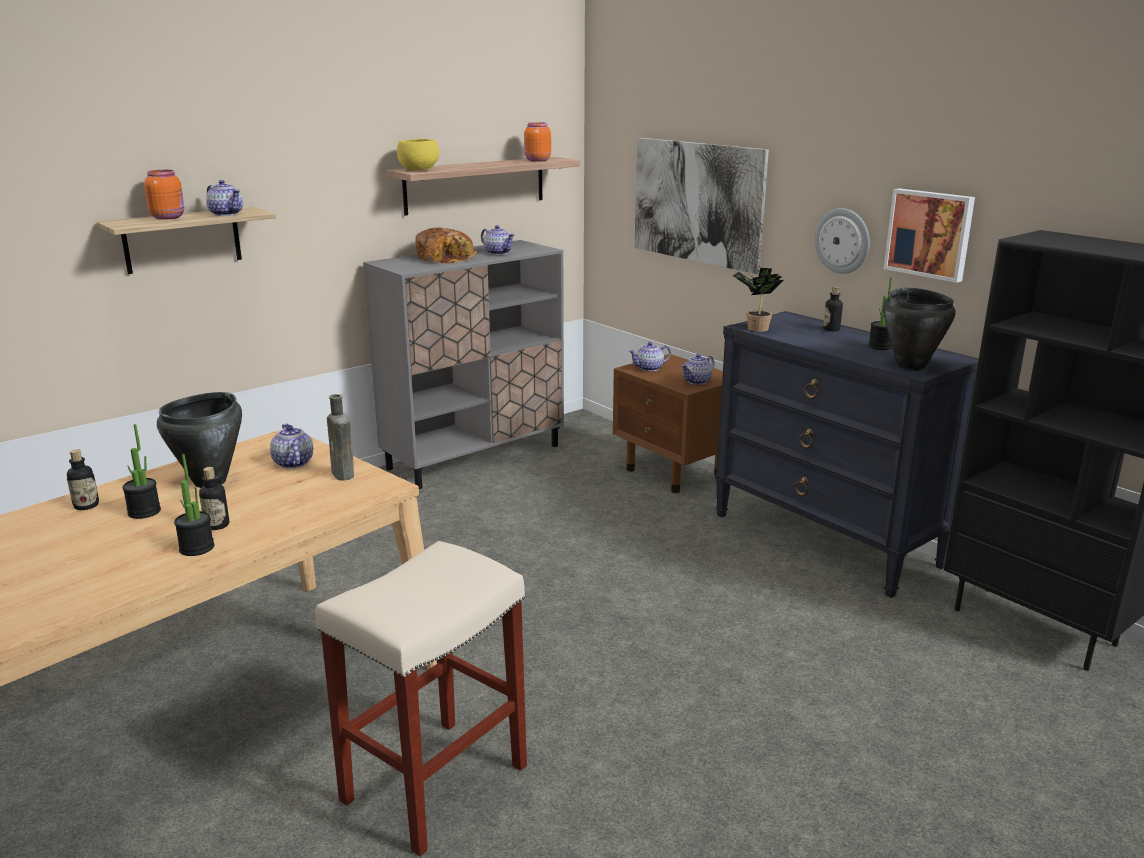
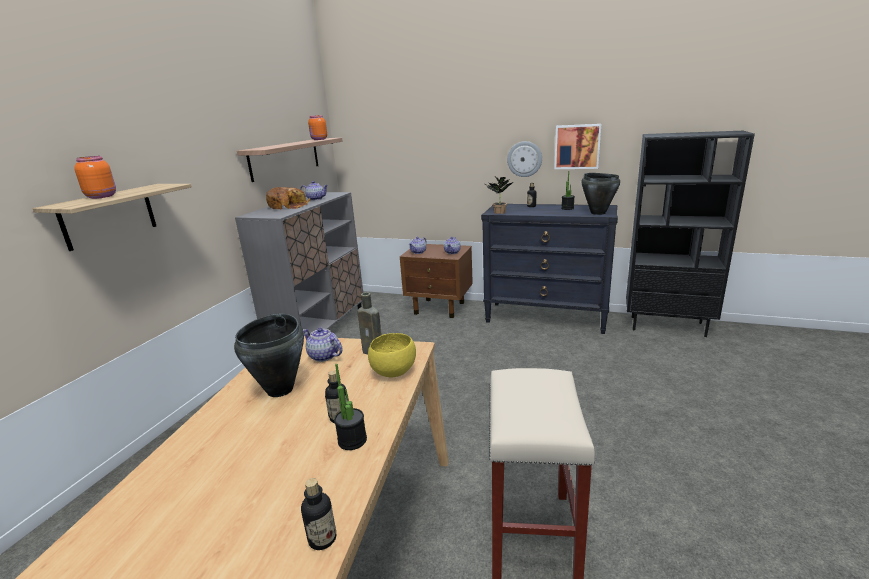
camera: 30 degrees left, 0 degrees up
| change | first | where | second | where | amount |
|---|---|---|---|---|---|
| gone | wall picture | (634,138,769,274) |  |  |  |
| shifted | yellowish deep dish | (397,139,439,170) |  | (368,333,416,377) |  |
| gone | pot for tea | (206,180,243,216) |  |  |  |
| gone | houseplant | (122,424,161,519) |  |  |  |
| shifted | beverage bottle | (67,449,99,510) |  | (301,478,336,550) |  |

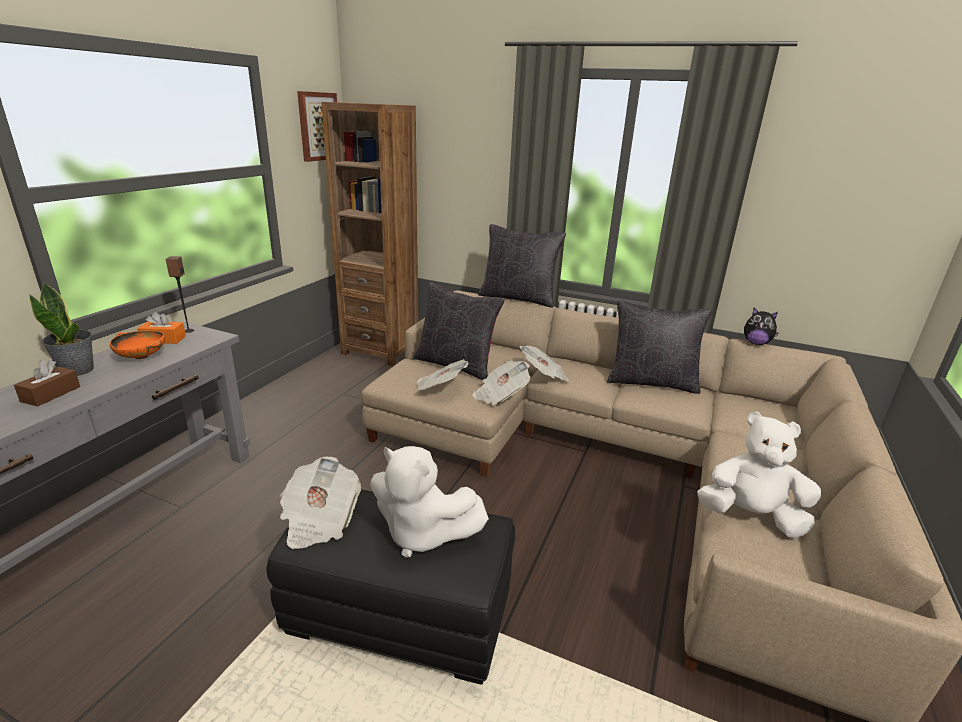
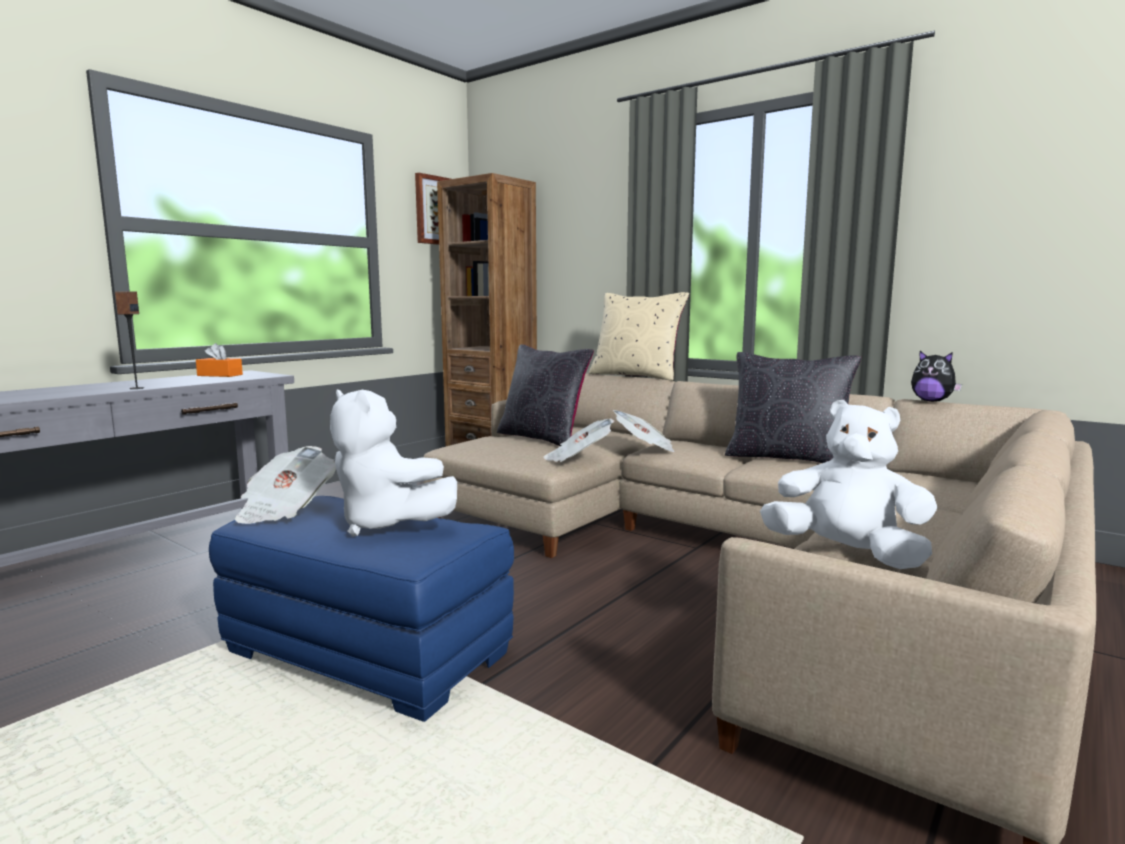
camera: 15 degrees right, 15 degrees down
| change | first | where | second | where | amount |
|---|---|---|---|---|---|
| repainted | black cushion | (478,224,566,308) | beige-coloured cushion | (589,292,689,381) |  |
| shifted | speaker | (166,256,194,333) |  | (115,291,144,389) |  |
| gone | houseplant | (29,283,94,376) |  |  |  |
| gone | orangey deep dish | (110,331,165,359) |  |  |  |
| gone | daily paper | (417,359,468,392) |  |  |  |
| gone | brown box of tissues | (14,360,80,407) |  |  |  |
| repainted | black ottoman | (266,489,515,685) | bluish ottoman | (209,496,514,722) |  |

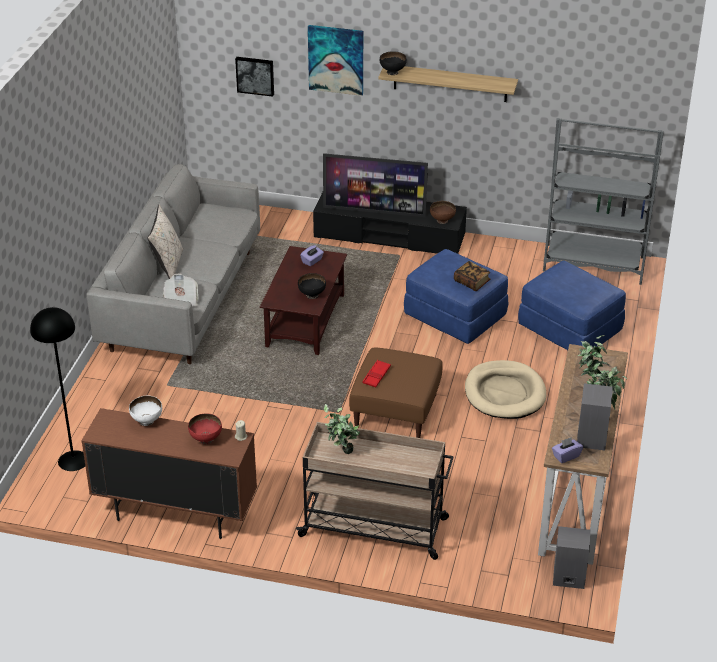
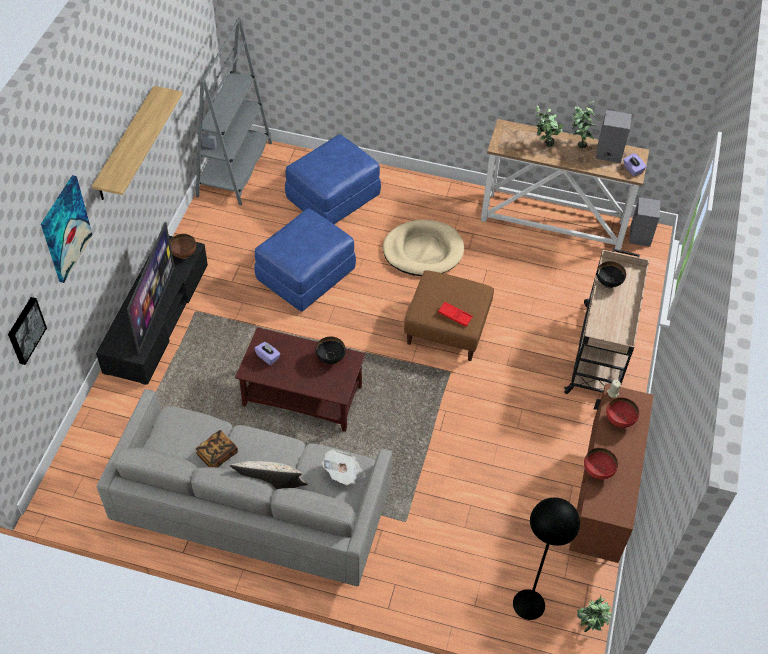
camera: 90 degrees left, 15 degrees up
| change | first | where | second | where | amount |
|---|---|---|---|---|---|
| shifted | black deep dish | (380,51,407,75) |  | (596,261,626,288) |  |
| shifted | book | (454,261,490,291) |  | (195,430,238,468) |  |
| repainted | whitish deep dish | (129,396,162,426) | red deep dish | (584,448,618,479) |  |
| shifted | houseplant | (324,404,360,454) |  | (577,595,612,632) |  |

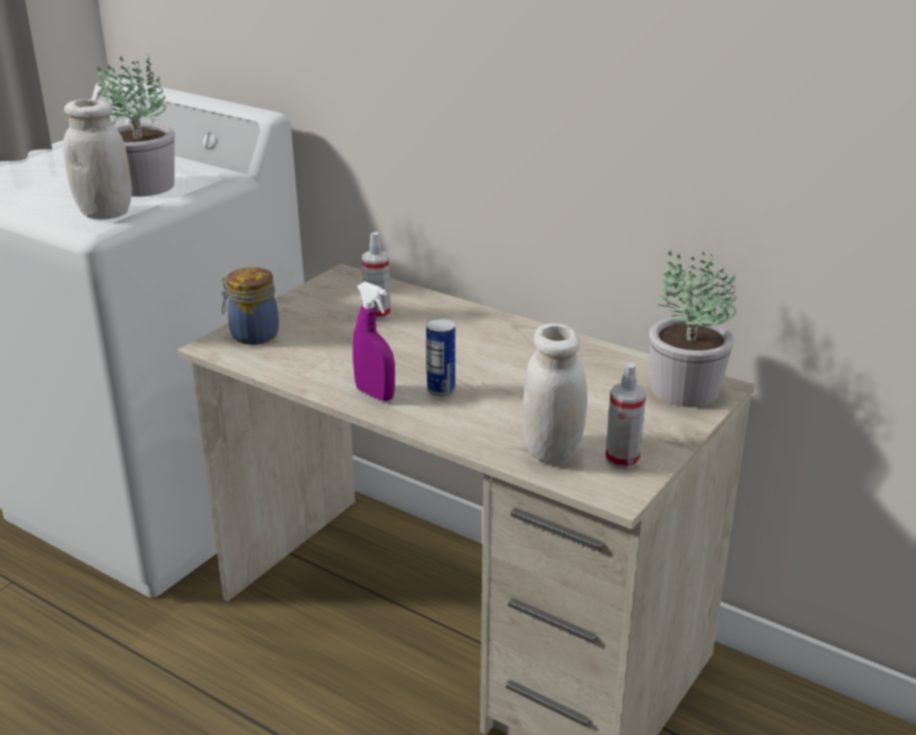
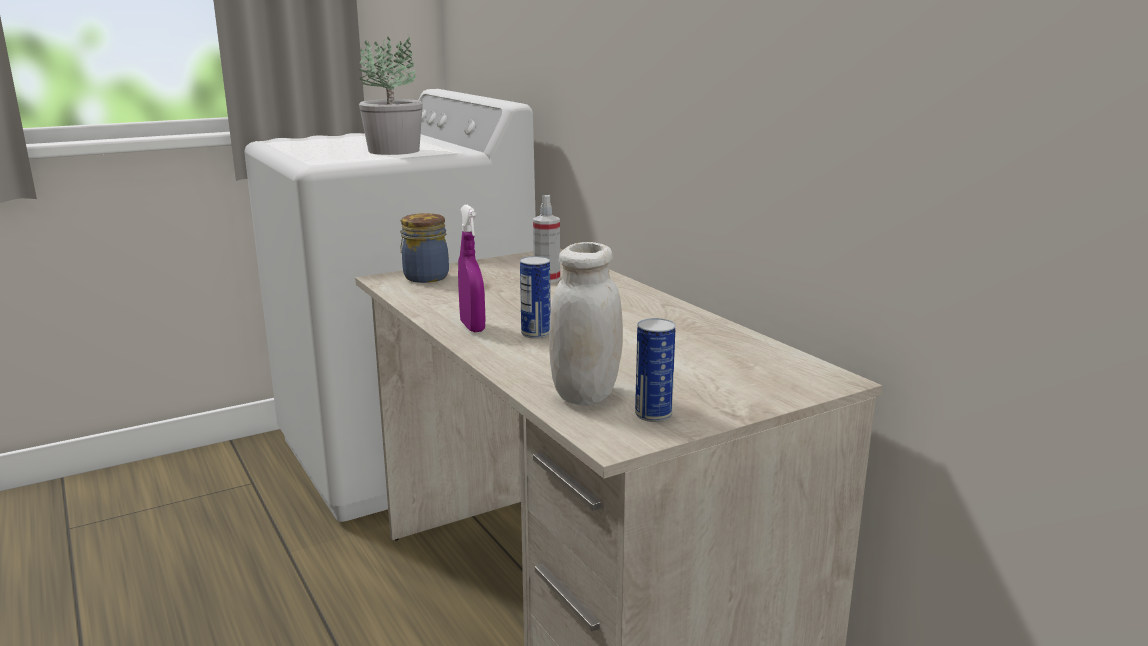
camera: 25 degrees right, 10 degrees down
| change | first | where | second | where | amount |
|---|---|---|---|---|---|
| gone | whitish storage jar | (63,99,132,220) |  |  |  |
| gone | houseplant | (649,250,737,407) |  |  |  |
| swapped | sprayer | (605,362,646,469) | can | (635,318,676,422) |  |

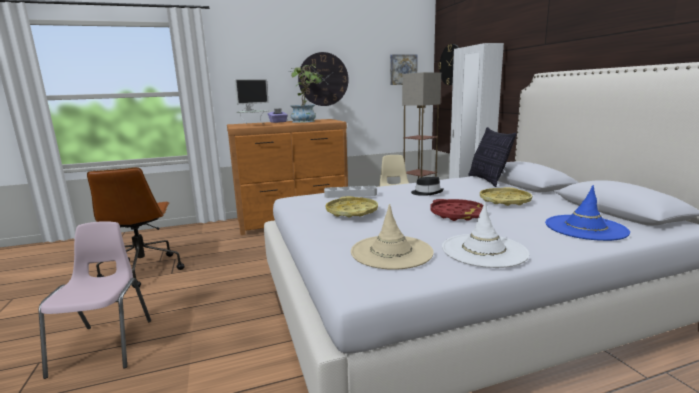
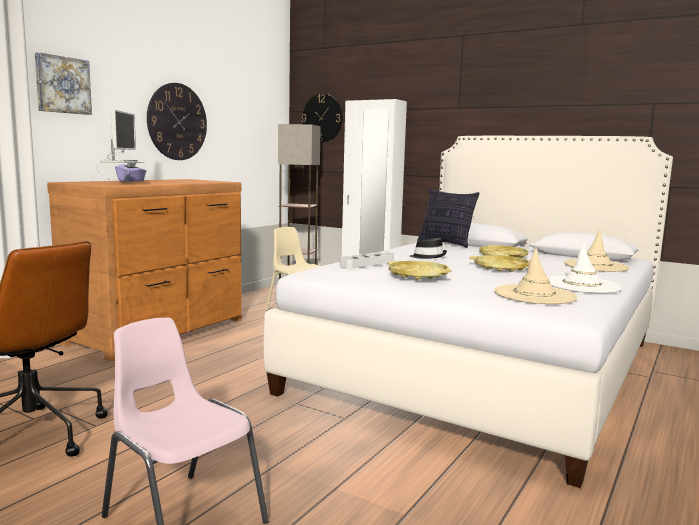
camera: 40 degrees left, 5 degrees down
| change | first | where | second | where | amount |
|---|---|---|---|---|---|
| shifted | wall picture | (390,54,418,85) |  | (35,52,92,115) |  |
| gone | houseplant | (290,64,324,123) |  |  |  |
| repainted | bluish hat | (545,185,630,241) | beige-coloured hat | (564,229,630,272) |  |
| repainted | red carrying tray | (430,199,483,221) | yellowish carrying tray | (469,255,530,272) |  |

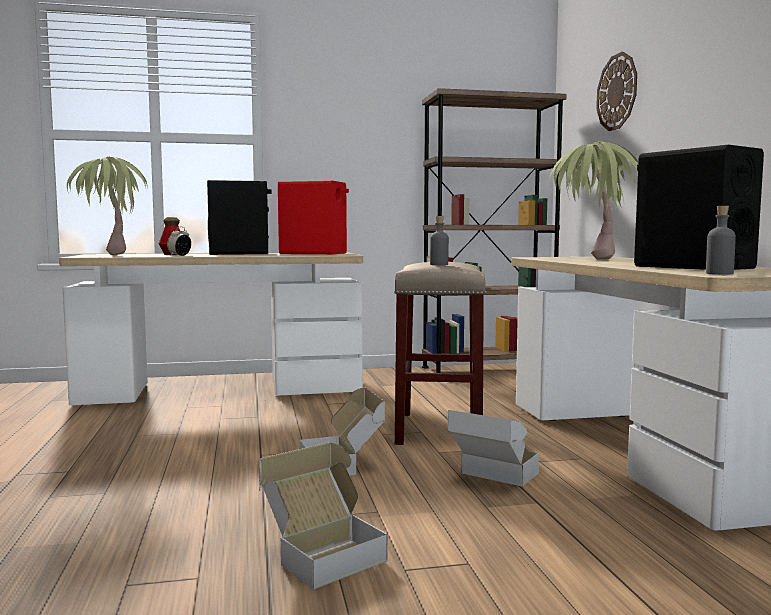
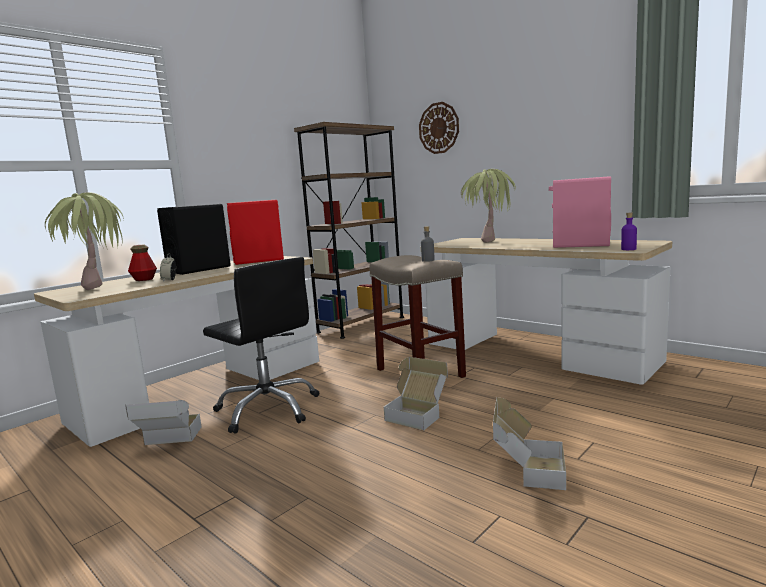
camera: 35 degrees left, 5 degrees up
| change | first | where | second | where | amount |
|---|---|---|---|---|---|
| repainted | black speaker | (634,145,764,270) | pinkish speaker | (549,177,611,248) |  |
| repainted | gray beverage bottle | (706,206,736,274) | purple beverage bottle | (621,212,637,250) |  |
| shifted | carton | (448,409,539,487) |  | (125,400,202,445) |  |
| new |  |  | black desk chair | (203,257,320,434) |  |

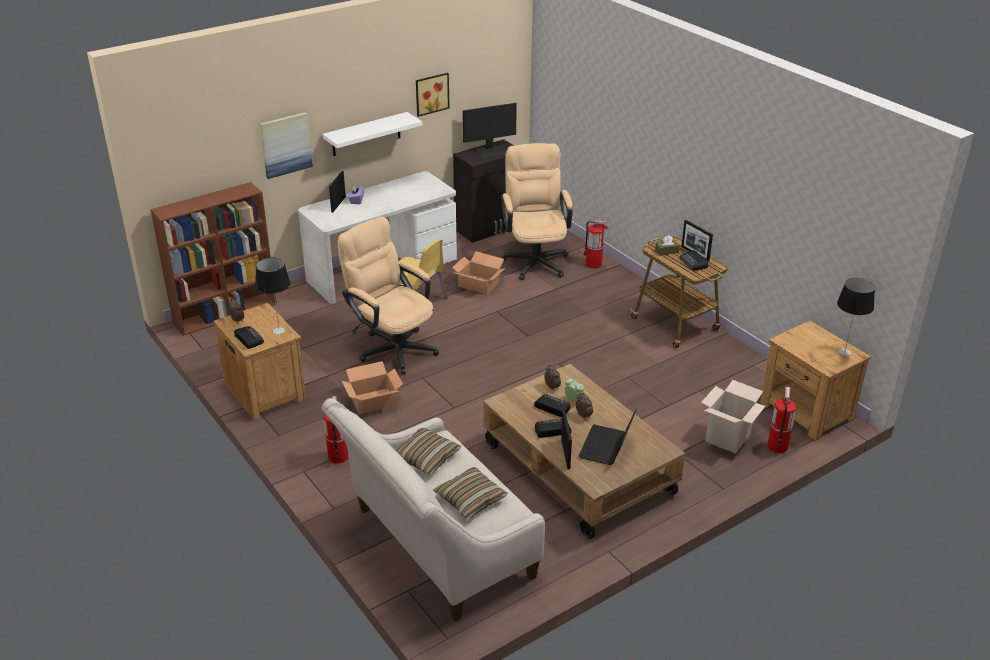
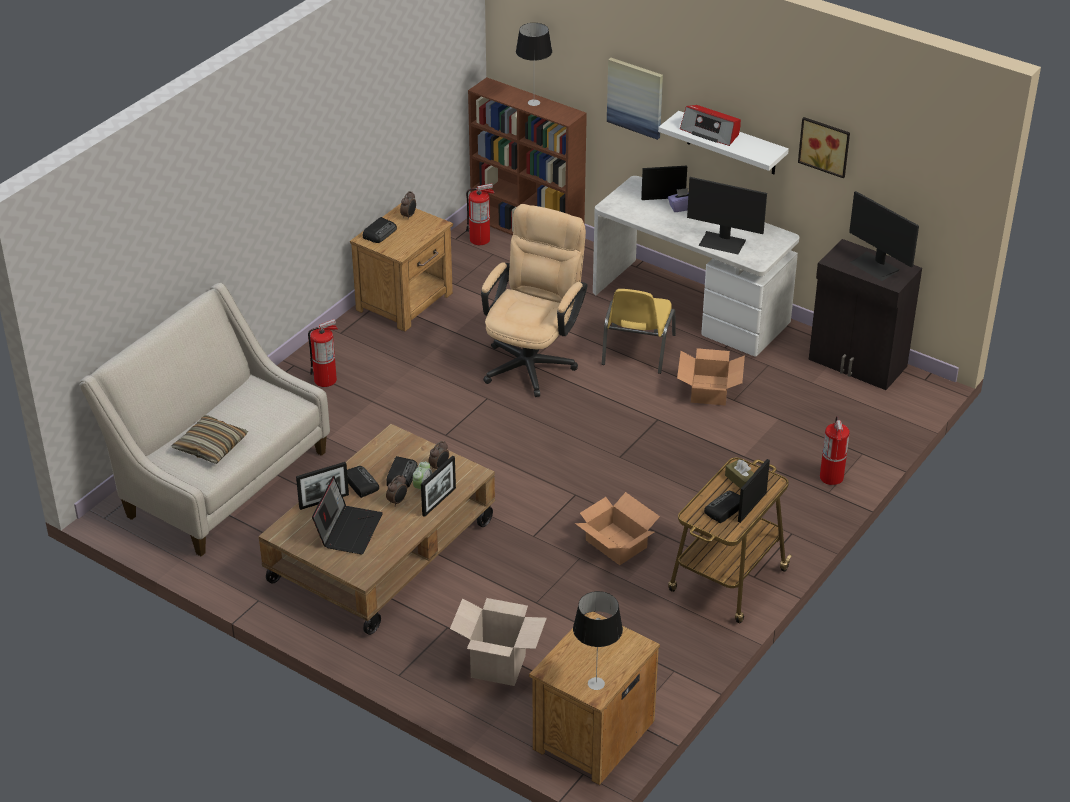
camera: 70 degrees right, 5 degrees up
| change | first | where | second | where | amount |
|---|---|---|---|---|---|
| gone | beige-coloured desk chair | (501,143,573,280) |  |  |  |
| shifted | tabletop lamp | (255,258,290,334) |  | (516,23,552,106) |  |
| shifted | carton | (342,361,403,414) |  | (575,492,660,565) |  |
| shifted | extinguisher | (767,387,796,453) |  | (466,183,494,245) |  |
| rotated | notebook computer | (578,408,637,465) |  | (312,476,383,554) | 105 degrees clockwise |
| gone | cushion | (395,428,461,475) |  |  |  |
| new |  |  | radio | (680,105,741,146) |  |
| new |  |  | monitor | (687,177,767,254) |  |
| new |  |  | photo frame | (421,456,456,517) |  |

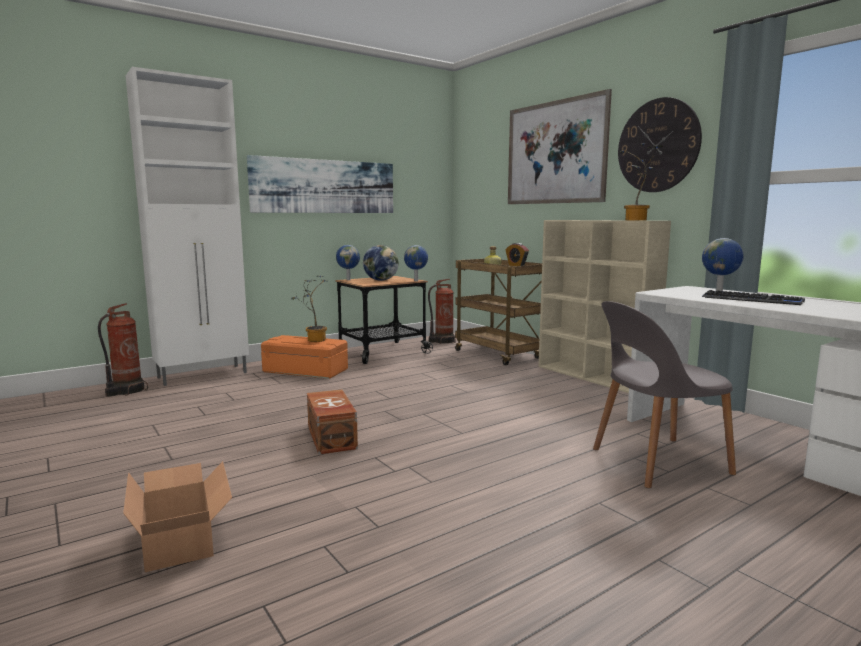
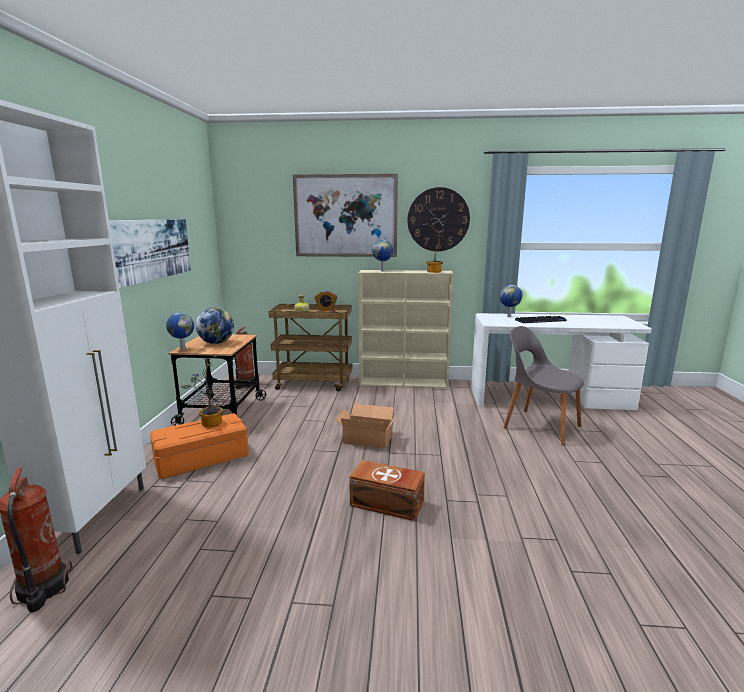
camera: 50 degrees left, 5 degrees up
| change | first | where | second | where | amount |
|---|---|---|---|---|---|
| shifted | world globe | (404,245,428,281) |  | (372,240,393,271) |  |
| rotated | gray upright chair | (593,301,736,488) |  | (503,326,584,446) | 105 degrees clockwise |
| shifted | carton | (123,461,232,572) |  | (336,404,397,449) |  |

